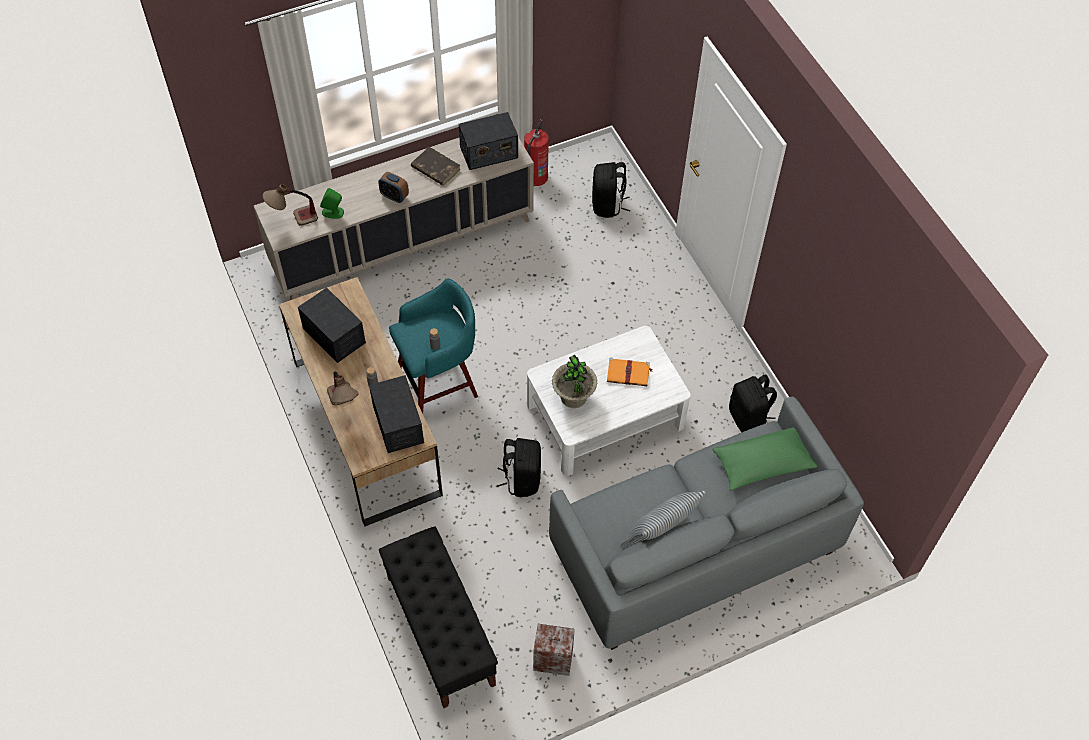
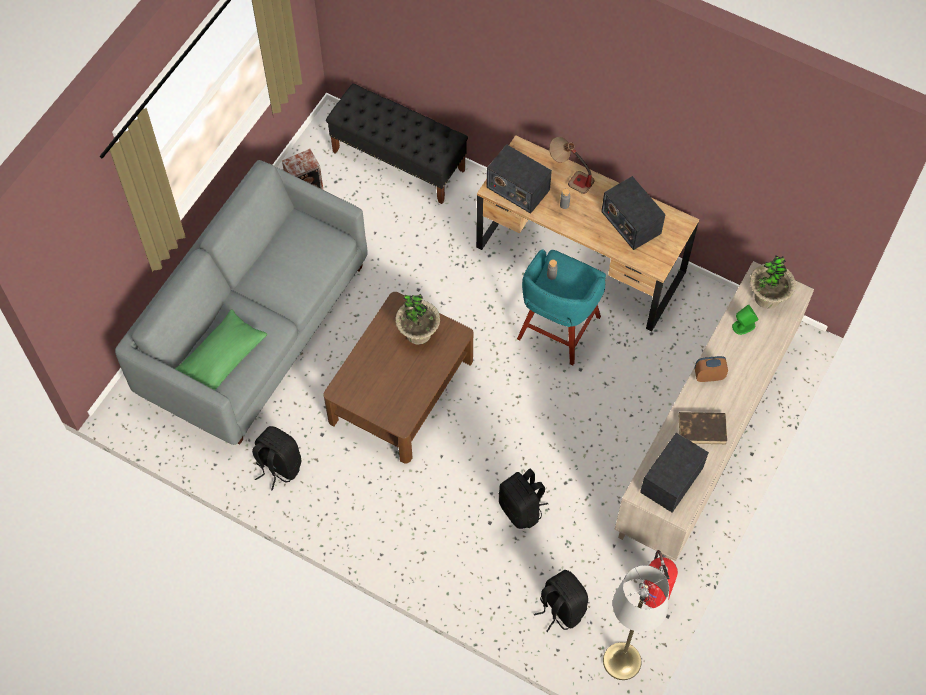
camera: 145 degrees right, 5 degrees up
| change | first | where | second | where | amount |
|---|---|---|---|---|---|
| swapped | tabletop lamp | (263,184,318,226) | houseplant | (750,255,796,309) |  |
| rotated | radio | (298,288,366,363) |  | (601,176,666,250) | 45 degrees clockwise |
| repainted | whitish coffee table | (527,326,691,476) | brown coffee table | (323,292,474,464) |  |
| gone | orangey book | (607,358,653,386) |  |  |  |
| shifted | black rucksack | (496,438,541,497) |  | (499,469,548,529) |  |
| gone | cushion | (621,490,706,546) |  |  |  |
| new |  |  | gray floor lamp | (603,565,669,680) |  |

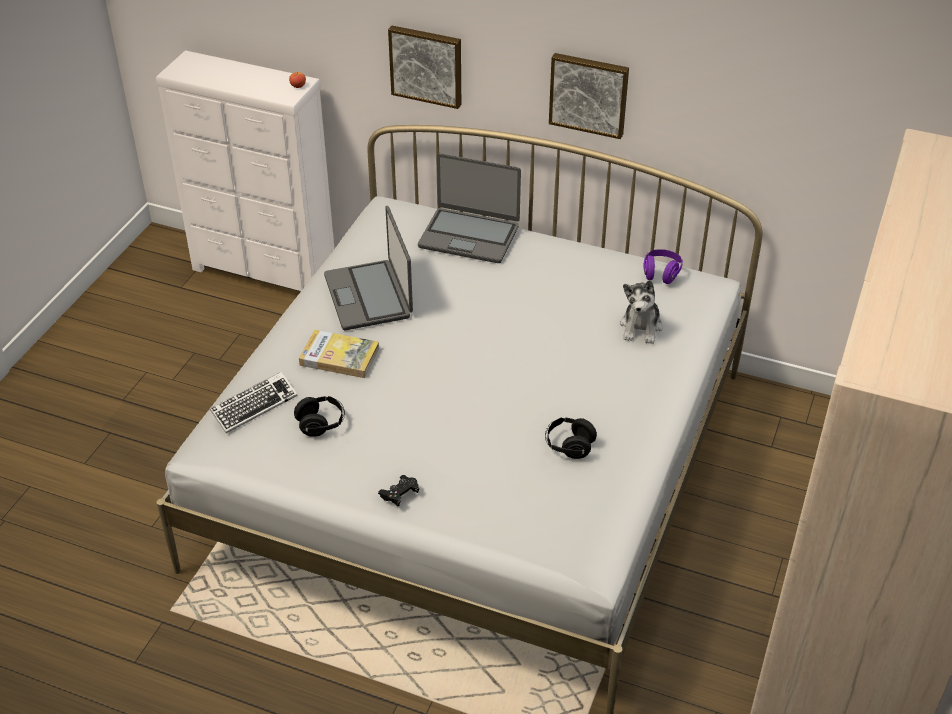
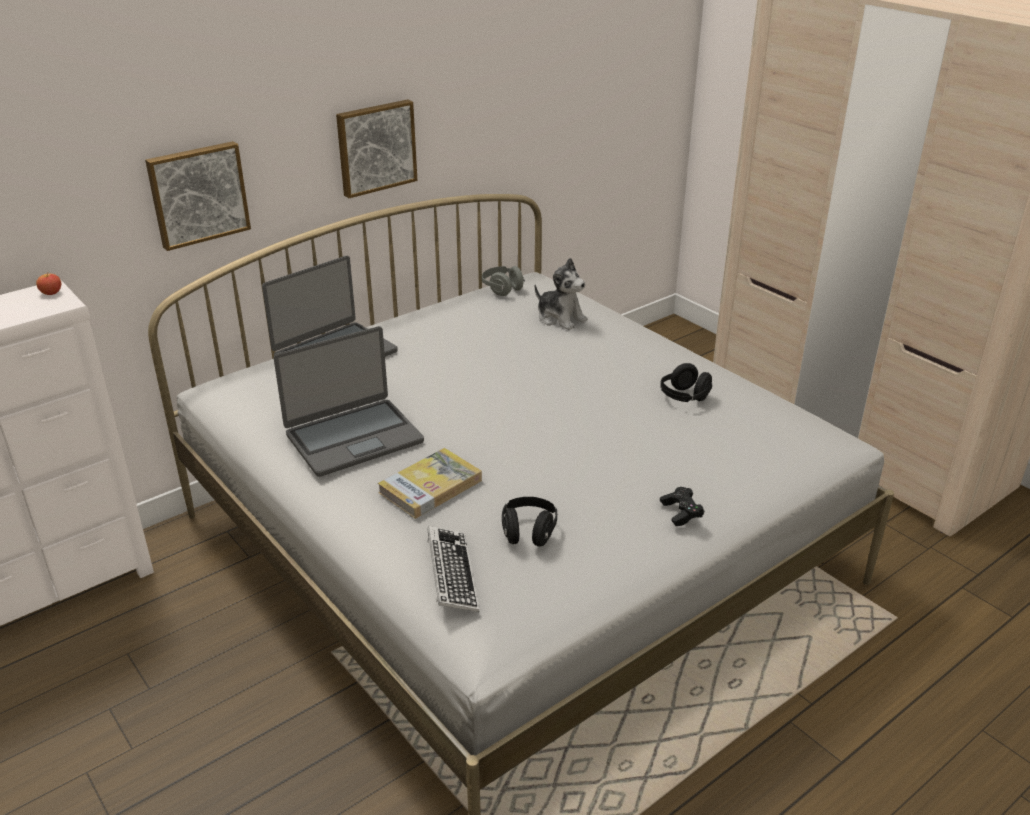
camera: 60 degrees left, 10 degrees down
| change | first | where | second | where | amount |
|---|---|---|---|---|---|
| rotated | notebook computer | (324,206,413,330) |  | (274,326,424,477) | 45 degrees counterclockwise |
| repainted | purple headset | (644,249,683,284) | gray headset | (482,266,525,296) |  |

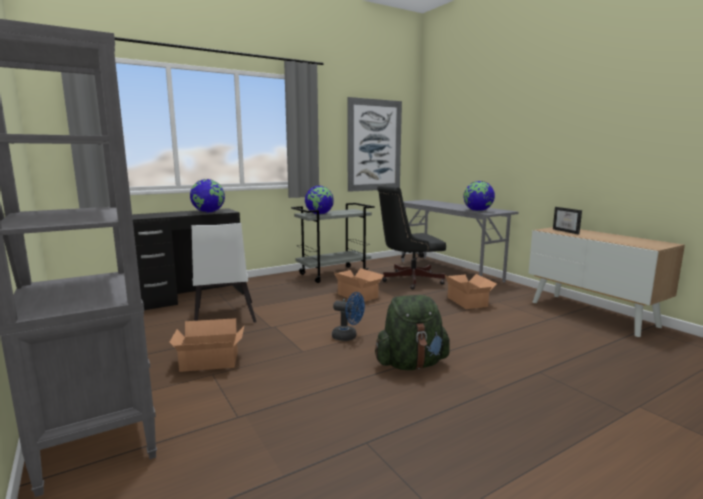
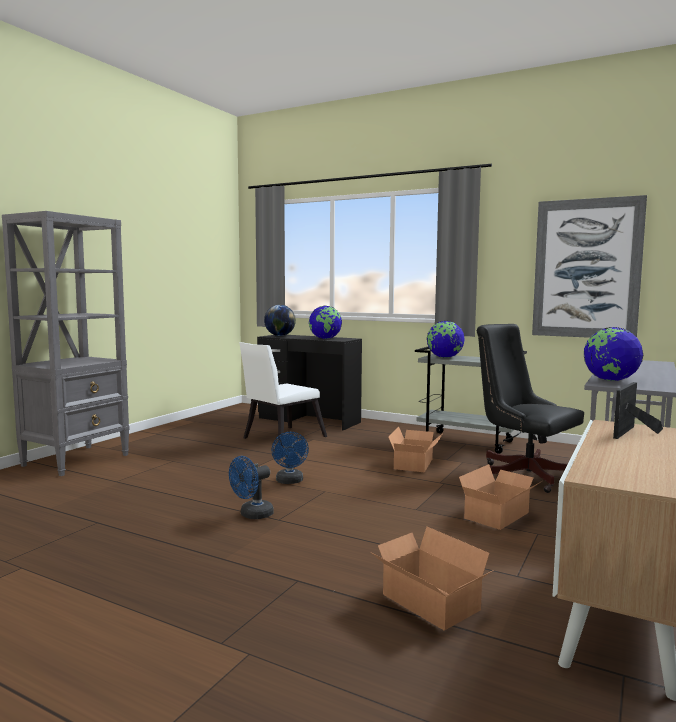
camera: 60 degrees right, 5 degrees down
| change | first | where | second | where | amount |
|---|---|---|---|---|---|
| swapped | green rucksack | (375,295,450,370) | bluish electric fan | (229,456,274,519) |  |
| shifted | carton | (170,318,244,372) |  | (372,527,494,630) |  |
| new |  |  | world globe | (264,305,296,336) |  |

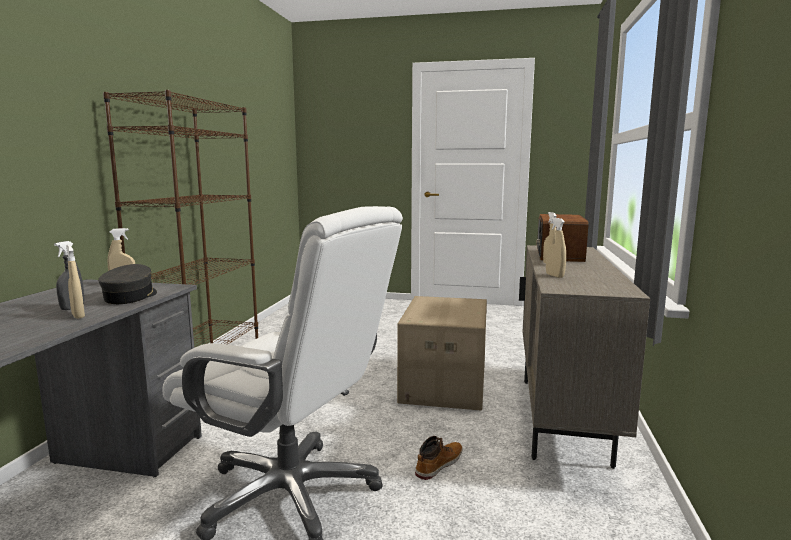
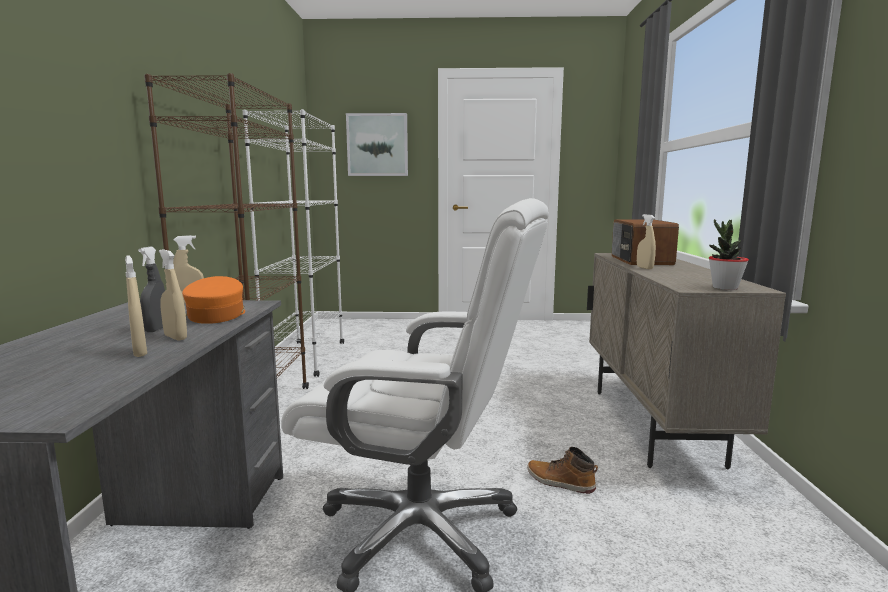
camera: 10 degrees left, 0 degrees up
| change | first | where | second | where | amount |
|---|---|---|---|---|---|
| shifted | beige-coloured sprayer | (546,217,566,278) |  | (125,255,147,357) |  |
| repainted | gray peaked cap | (98,264,157,304) | orangey peaked cap | (182,276,245,324) |  |
| gone | carton | (397,296,487,410) |  |  |  |
| rotated | boot | (415,436,463,480) |  | (527,447,598,494) | 90 degrees counterclockwise |
| new |  |  | whitish bookshelf | (243,109,344,377) |  |
| new |  |  | wall picture | (346,113,408,176) |  |
| new |  |  | houseplant | (709,219,749,290) |  |

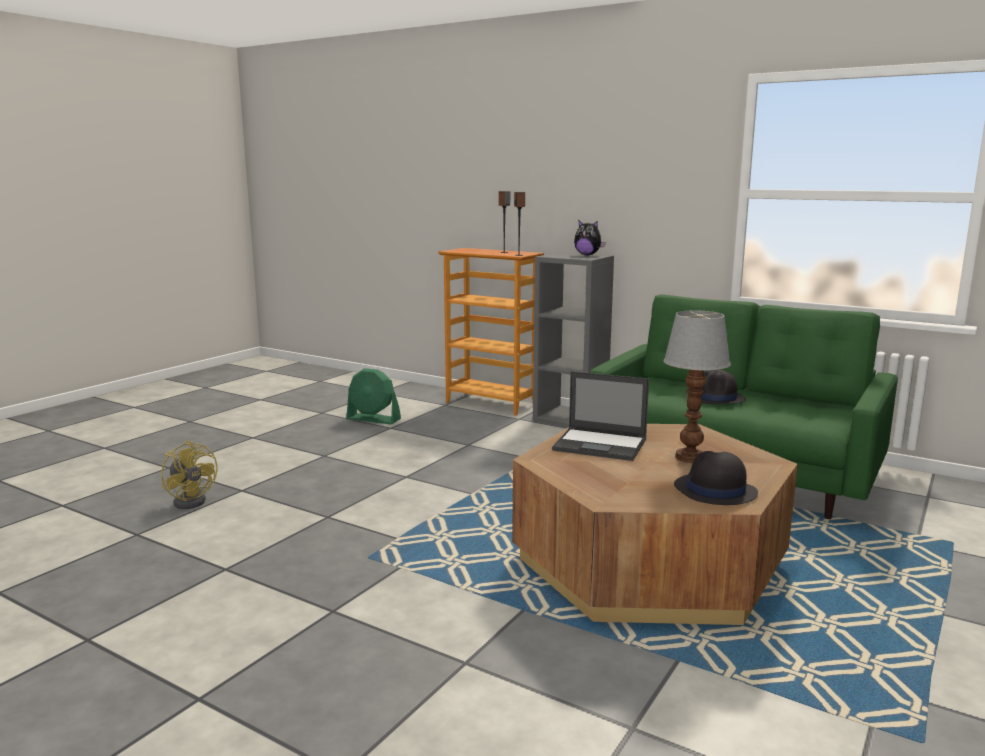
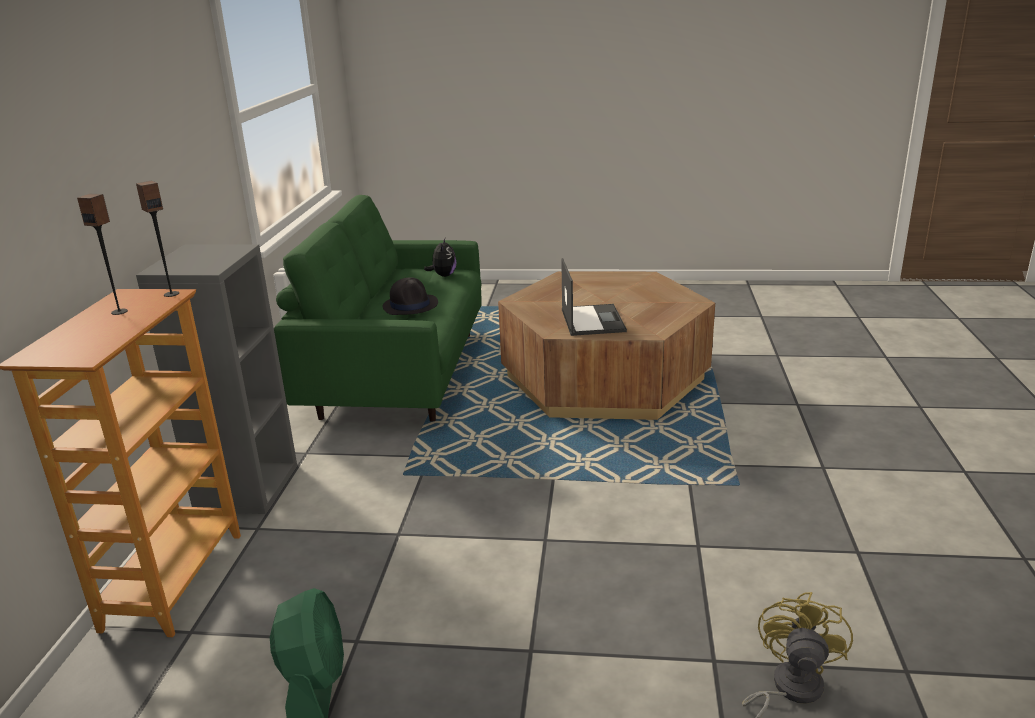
camera: 115 degrees left, 10 degrees up
| change | first | where | second | where | amount |
|---|---|---|---|---|---|
| shifted | soft toy | (574,220,606,255) |  | (424,238,456,277) |  |
| gone | tabletop lamp | (663,310,731,463) |  |  |  |
| gone | black hat | (674,451,758,505) |  |  |  |

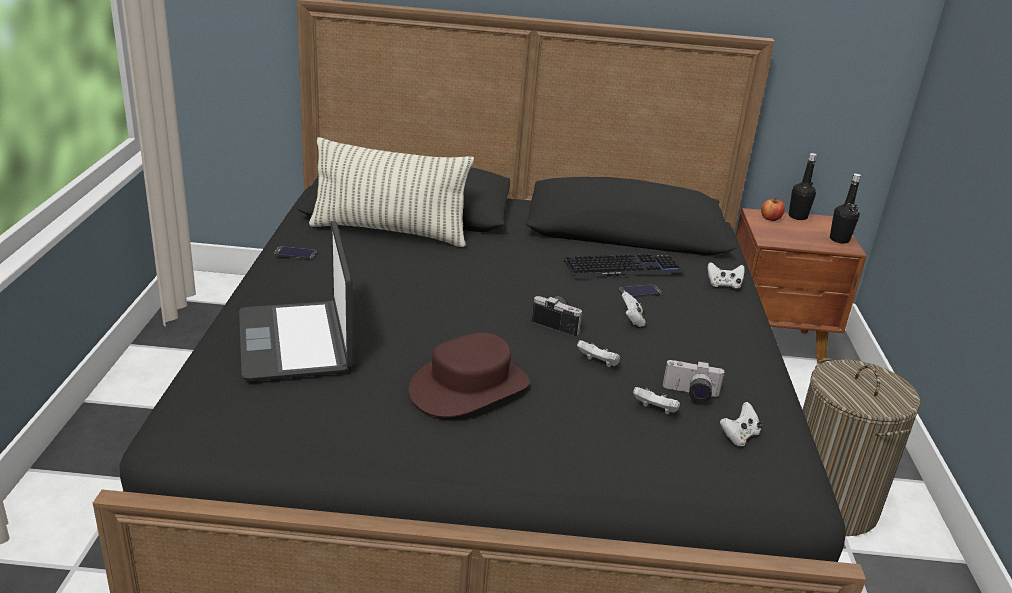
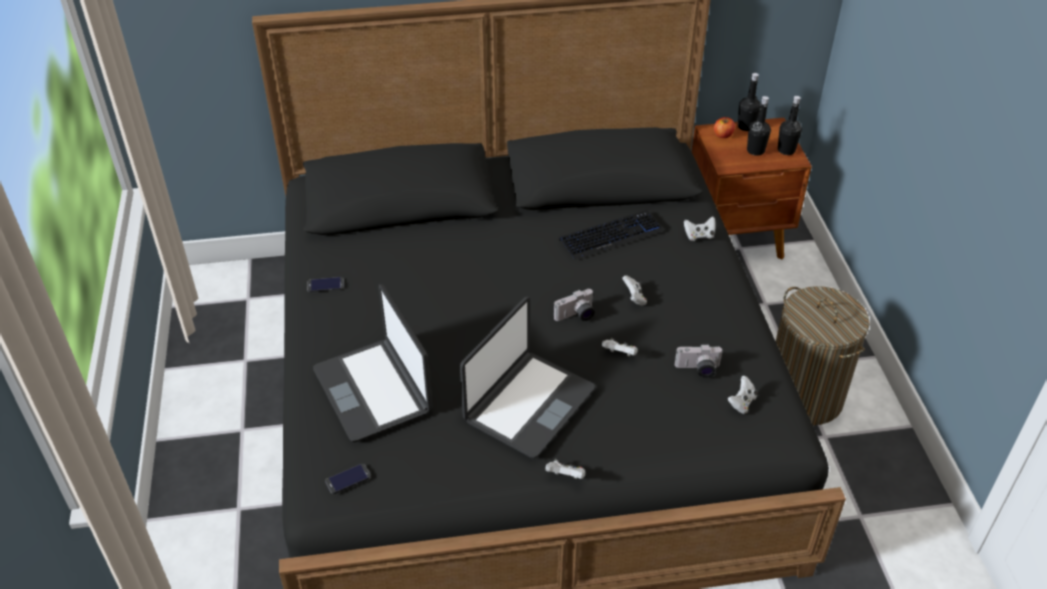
camera: 10 degrees left, 15 degrees up
| change | first | where | second | where | amount |
|---|---|---|---|---|---|
| gone | cushion | (309,137,474,247) |  |  |  |
| shifted | telephone | (619,284,662,297) |  | (325,464,371,494) |  |
| rotated | photo camera | (532,296,582,336) |  | (553,289,595,321) | 135 degrees clockwise |
| swapped | brown hat | (409,333,530,417) | notebook computer | (460,297,595,459) |  |
| shifted | whitish gamepad | (633,387,680,414) |  | (546,459,585,479) |  |
| new |  |  | black beverage bottle | (747,96,771,156) |  |

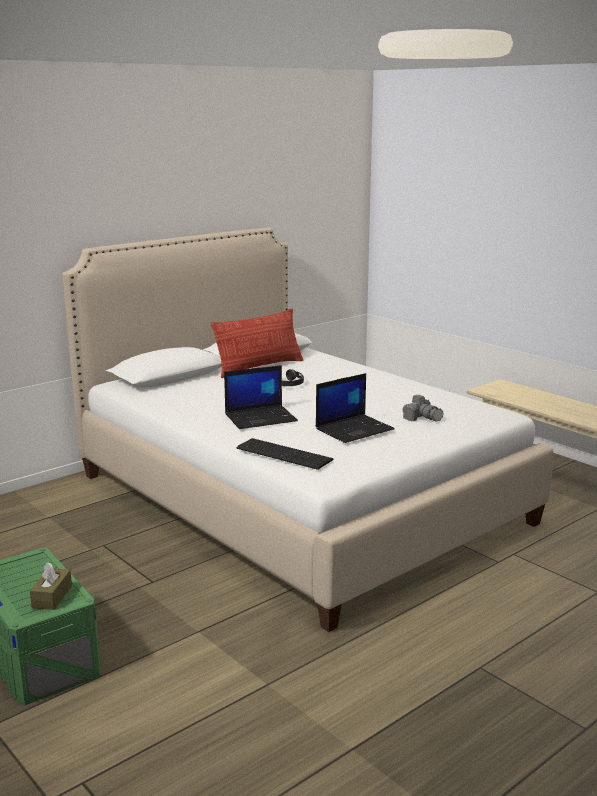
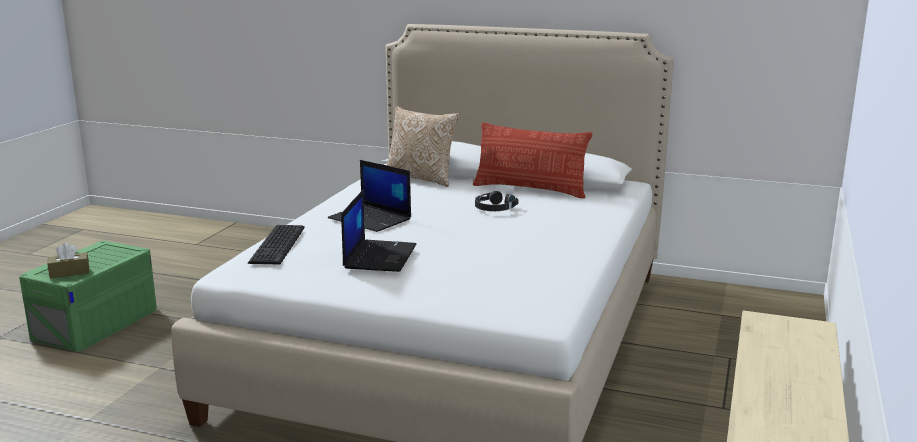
camera: 60 degrees right, 0 degrees up
| change | first | where | second | where | amount |
|---|---|---|---|---|---|
| rotated | notebook computer | (316,373,395,443) |  | (341,190,416,272) | 105 degrees counterclockwise |
| gone | photo camera | (402,395,443,421) |  |  |  |
| new |  |  | cushion | (387,106,460,187) |  |

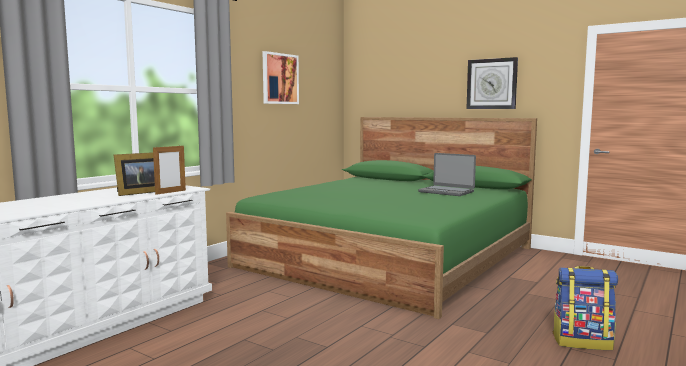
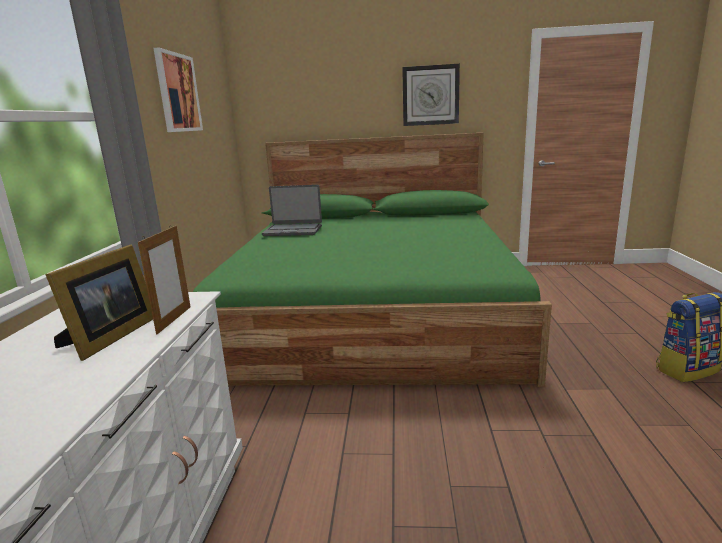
camera: 30 degrees left, 10 degrees up
| change | first | where | second | where | amount |
|---|---|---|---|---|---|
| shifted | notebook computer | (418,153,476,196) |  | (262,185,322,236) |  |

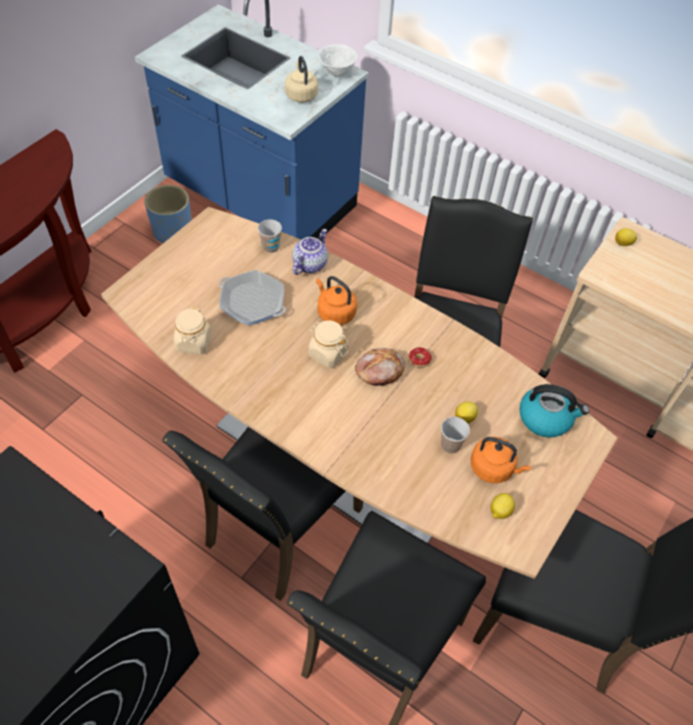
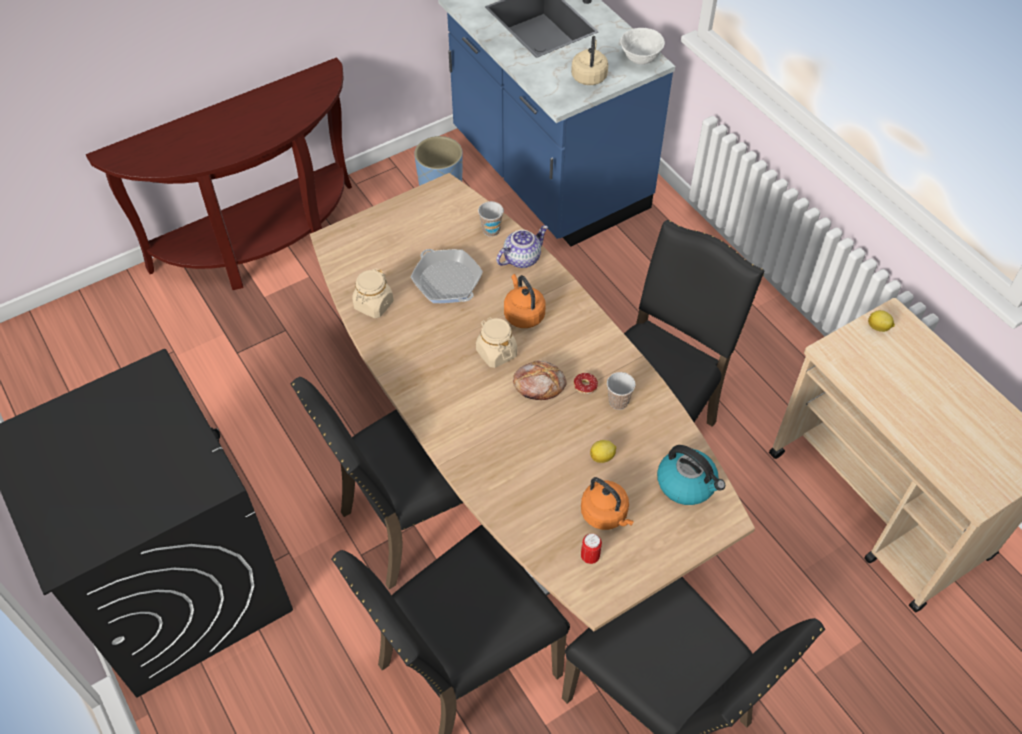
camera: 25 degrees right, 0 degrees up
| change | first | where | second | where | amount |
|---|---|---|---|---|---|
| shifted | cup | (441,417,470,454) |  | (607,372,636,410) |  |
| swapped | citrus fruit | (490,493,515,519) | can | (581,534,602,564) |  |

